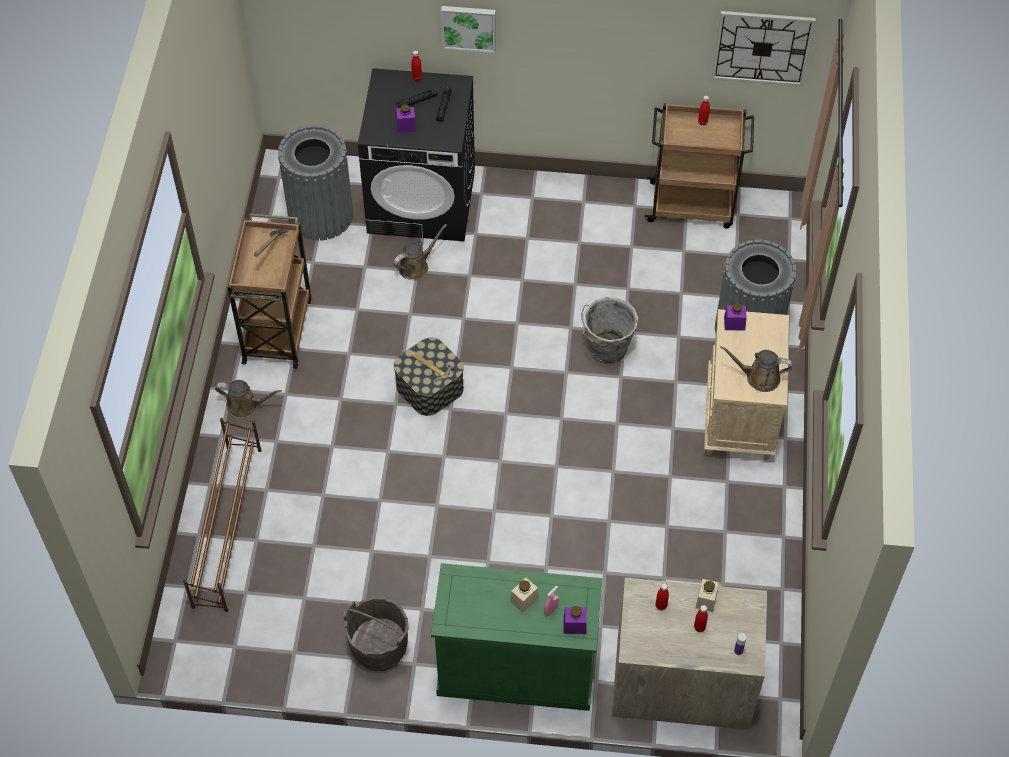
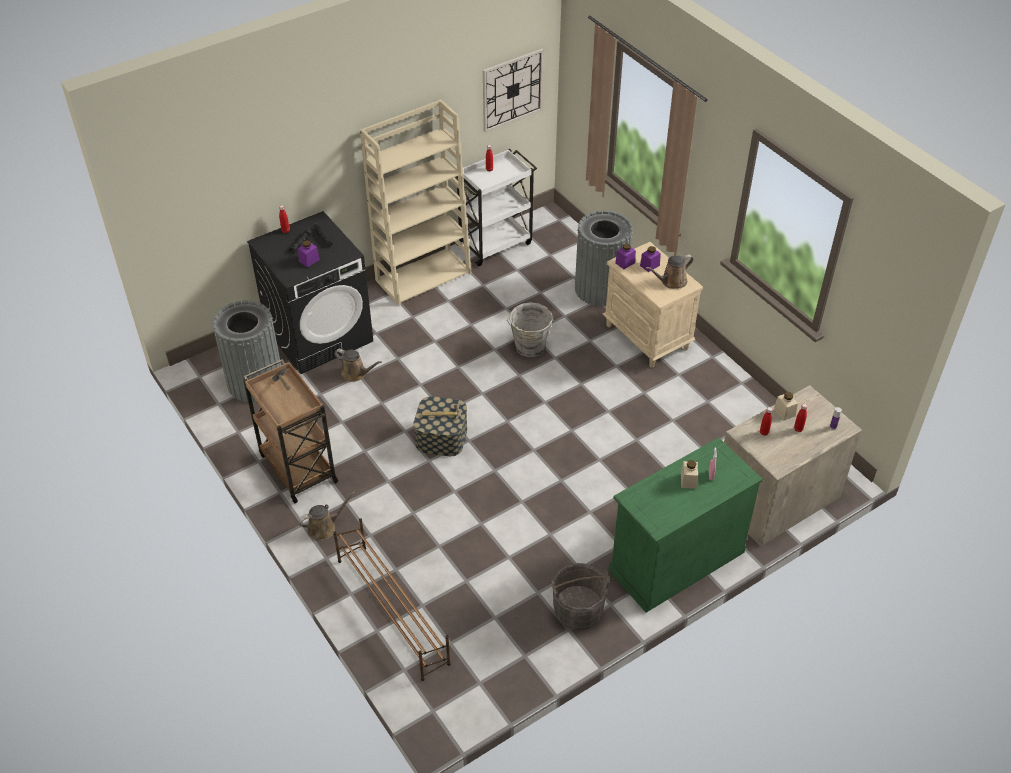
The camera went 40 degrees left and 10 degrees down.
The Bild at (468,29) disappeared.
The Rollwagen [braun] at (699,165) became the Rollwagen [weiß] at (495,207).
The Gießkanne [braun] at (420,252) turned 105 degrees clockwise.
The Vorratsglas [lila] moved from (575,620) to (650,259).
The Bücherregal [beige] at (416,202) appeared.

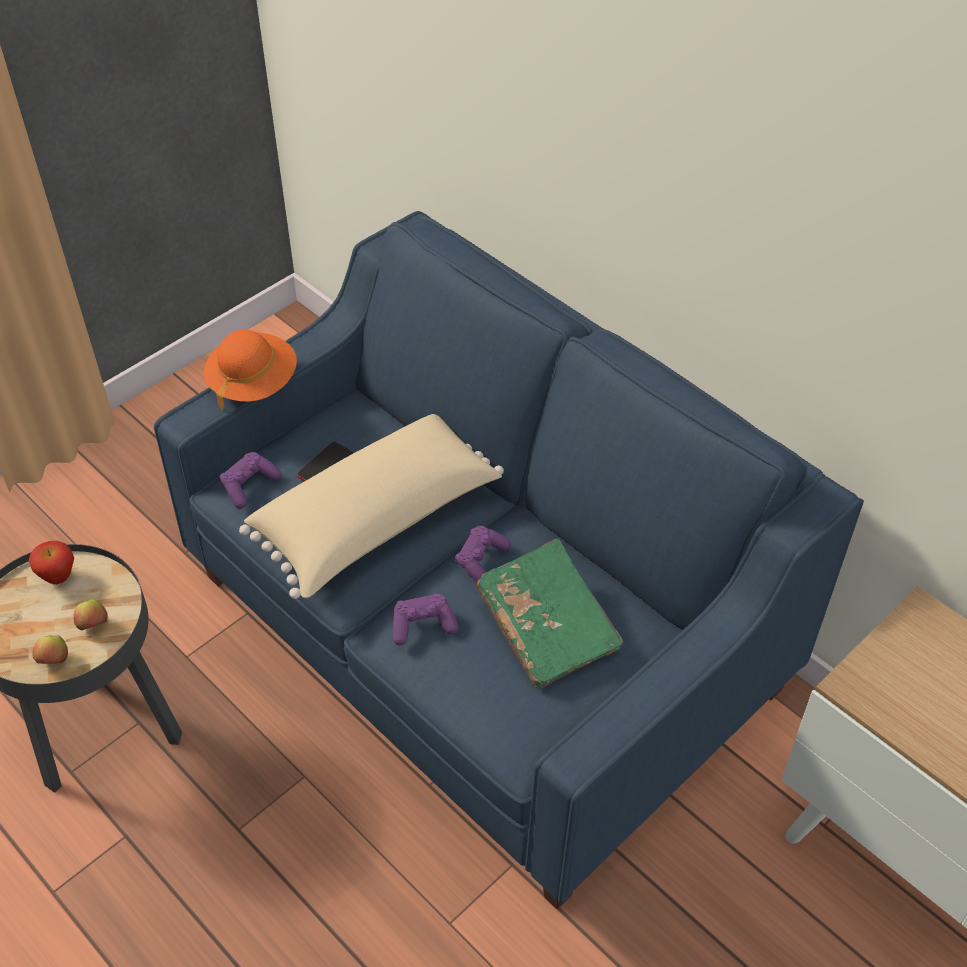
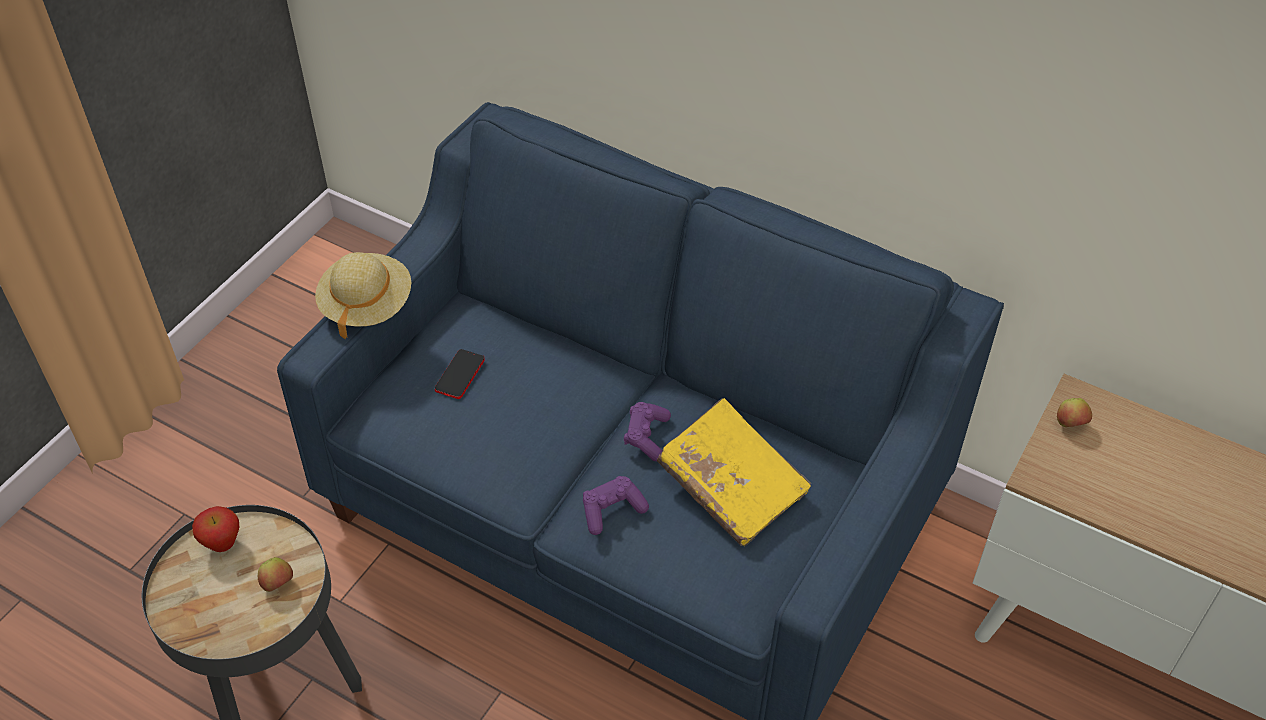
The camera went 15 degrees left and 0 degrees up.
The Hut [orange] at (250,370) became the Hut [beige] at (363,295).
The Kissen [beige] at (371,506) disappeared.
The Gamepad [lila] at (250,480) disappeared.
The Buch [grün] at (549,614) became the Buch [gelb] at (734,472).
The Apfel moved from (50,649) to (1074,412).

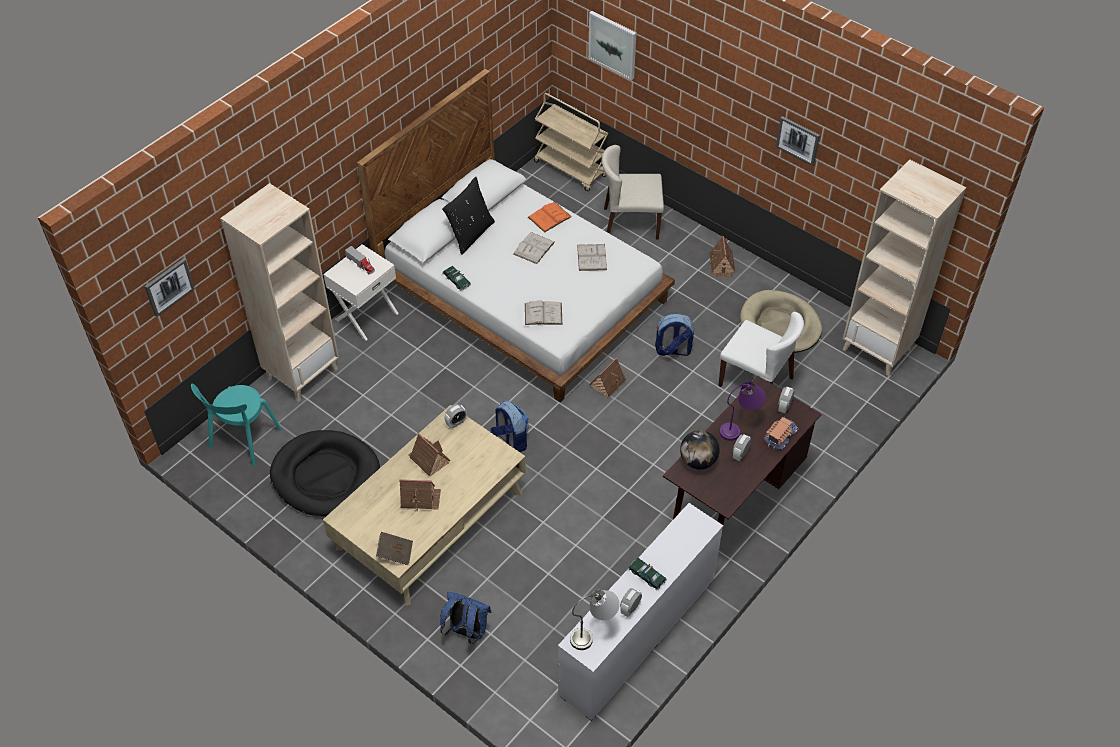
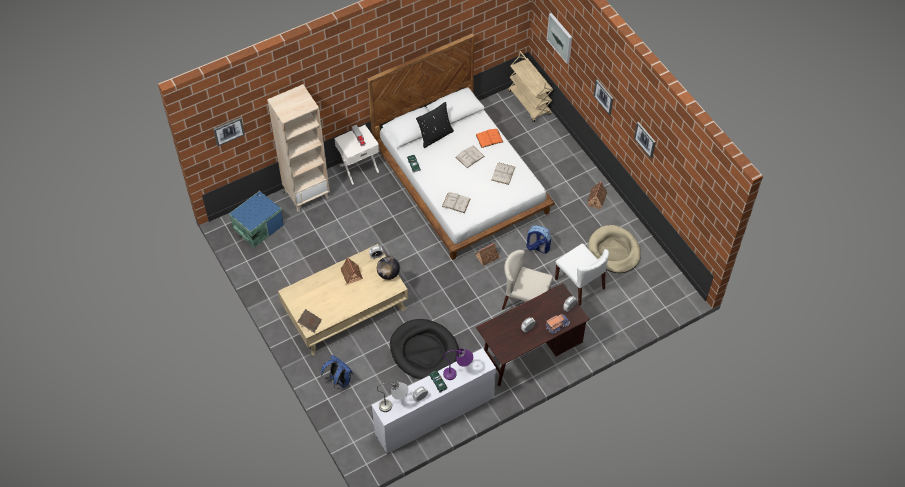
The camera went 20 degrees right and 5 degrees up.
The Stuhl [beige] moved from (633,192) to (527,280).
The Bücherregal [beige] at (904,267) disappeared.
The Tischlampe [lila] moved from (743,411) to (458,364).
The Stuhl [türkis] at (236,424) was replaced by the Aufbewahrungsbox [blau] at (256,219).
The Rucksack at (510,426) disappeared.
The Hundebett [schwarz] moved from (325,473) to (424,349).
The Globus moved from (700,449) to (388,268).
The Spielzeughaus at (420,495) disappeared.
The Bild at (603,97) appeared.

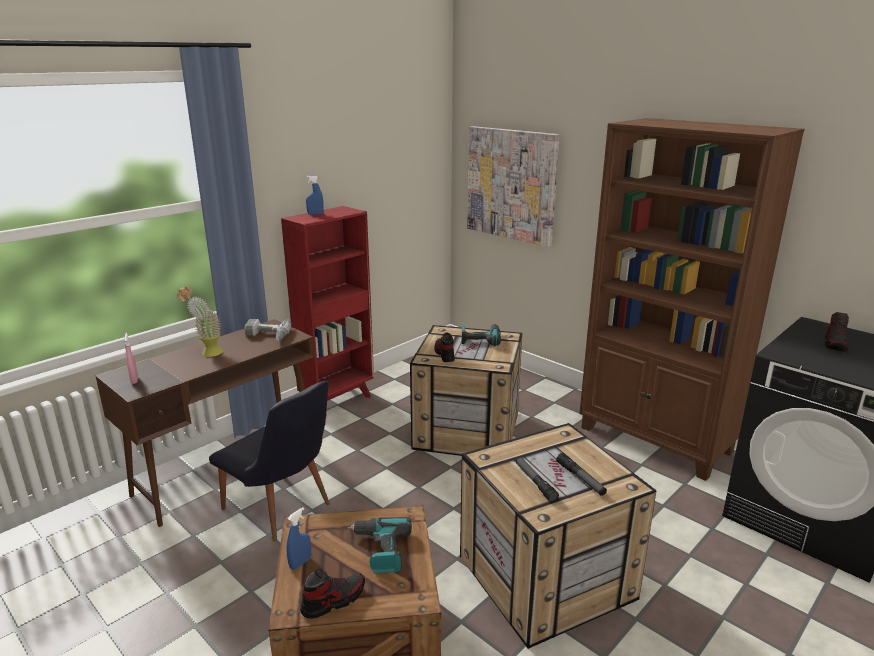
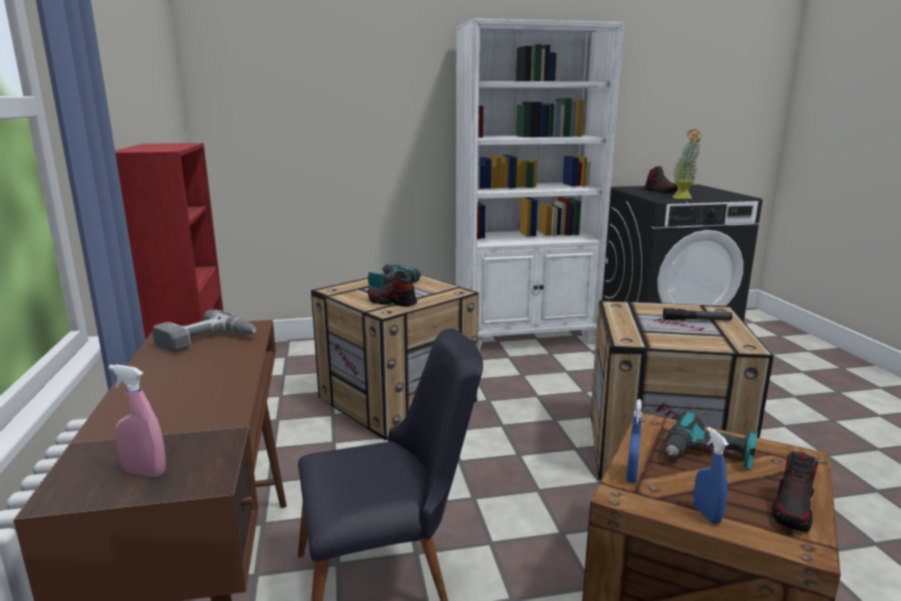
The camera went 55 degrees left and 5 degrees down.
The Bücherregal [braun] at (692,299) became the Bücherregal [weiß] at (540,185).
The Bild at (513,186) disappeared.
The Sprühflasche [blau] moved from (315,195) to (634,441).
The Topfpflanze moved from (200,321) to (687,164).
The Taschenlampe at (537,479) disappeared.
The Schuh at (332,594) turned 150 degrees counterclockwise.

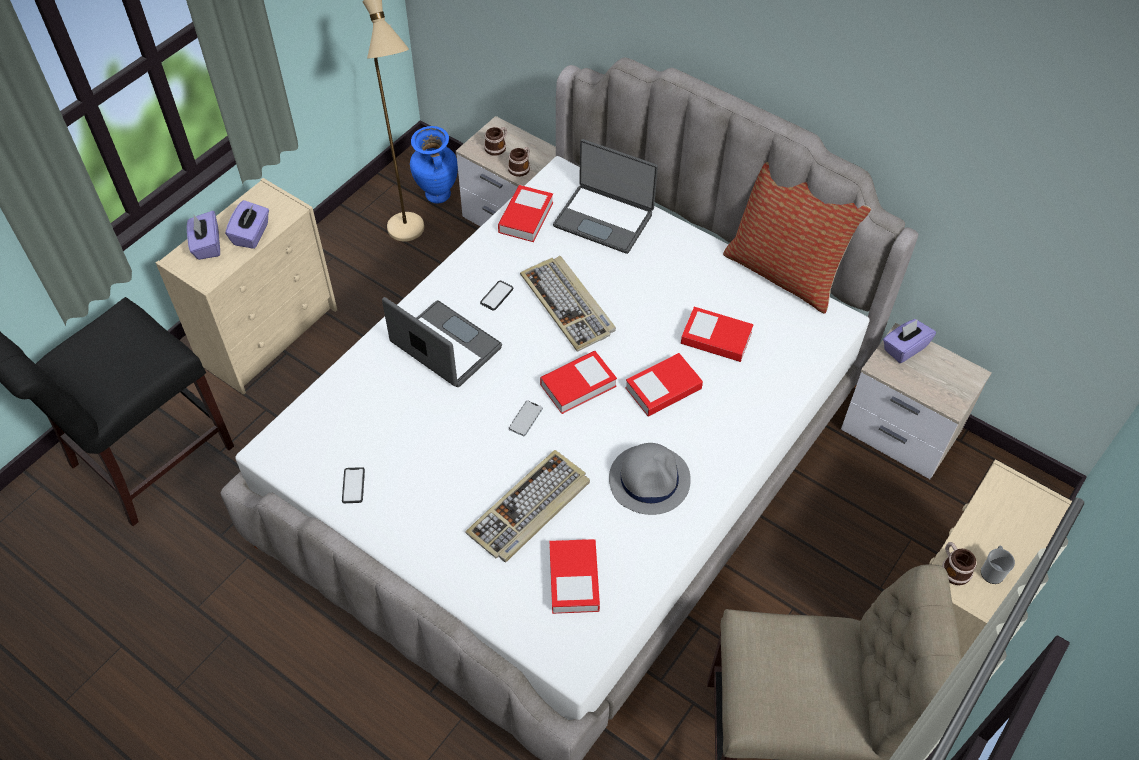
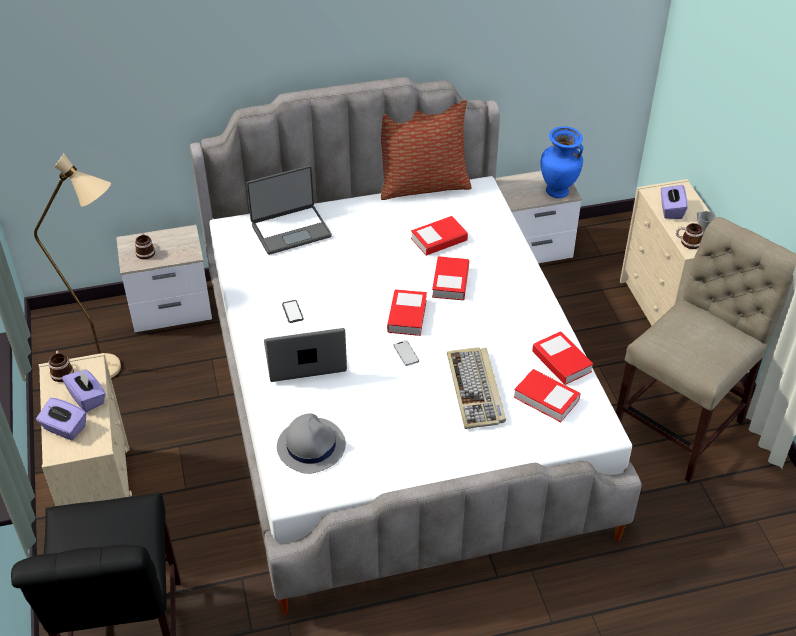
The camera went 50 degrees left and 10 degrees down.
The Vase [blau] moved from (434,165) to (562,162).
The Henkelbecher moved from (519,162) to (61,366).
The Buch moved from (525,213) to (562,358).
The Tastatur at (568,304) disappeared.
The Taschentuchbox [lila] moved from (909,341) to (674,202).
The Hut [grau] moved from (650,479) to (311,443).
The Handy at (353,485) disappeared.

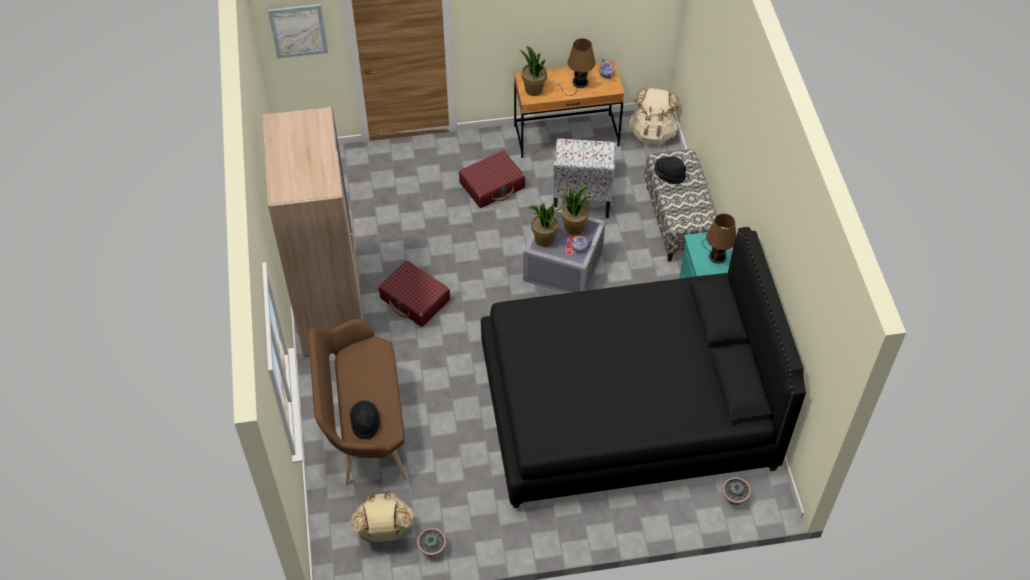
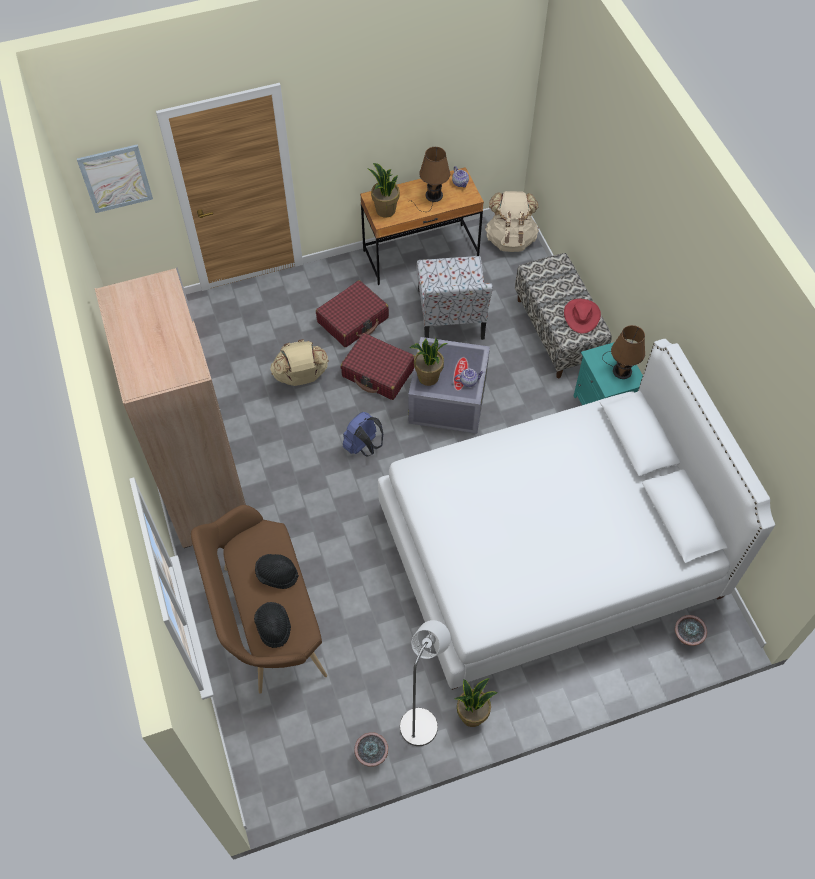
The camera went 10 degrees left and 5 degrees up.
The Hut [schwarz] moved from (670,170) to (277,571).
The Topfpflanze moved from (576,210) to (476,702).
The Bett [schwarz] at (643,367) became the Bett [weiß] at (576,514).
The Koffer [rot] moved from (414,293) to (378,366).
The Rucksack [beige] moved from (382,517) to (299,362).
The Hut [rot] at (582,316) appeared.
The Rucksack [blau] at (363,434) appeared.
The Stehlampe [grau] at (425,683) appeared.

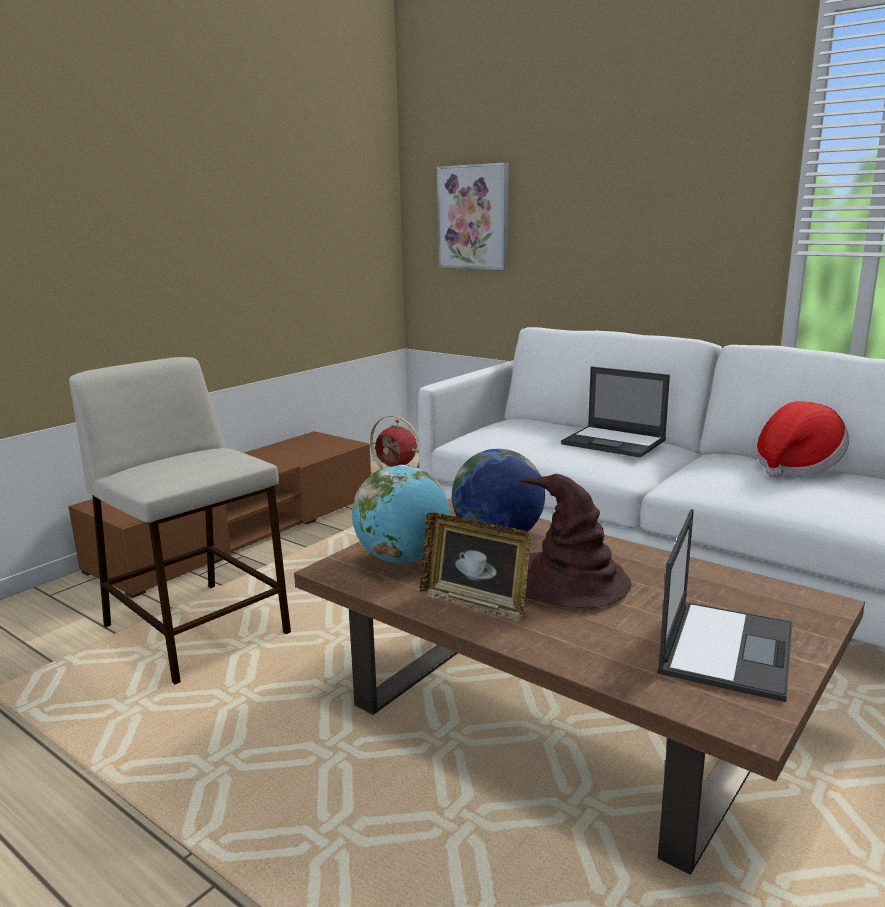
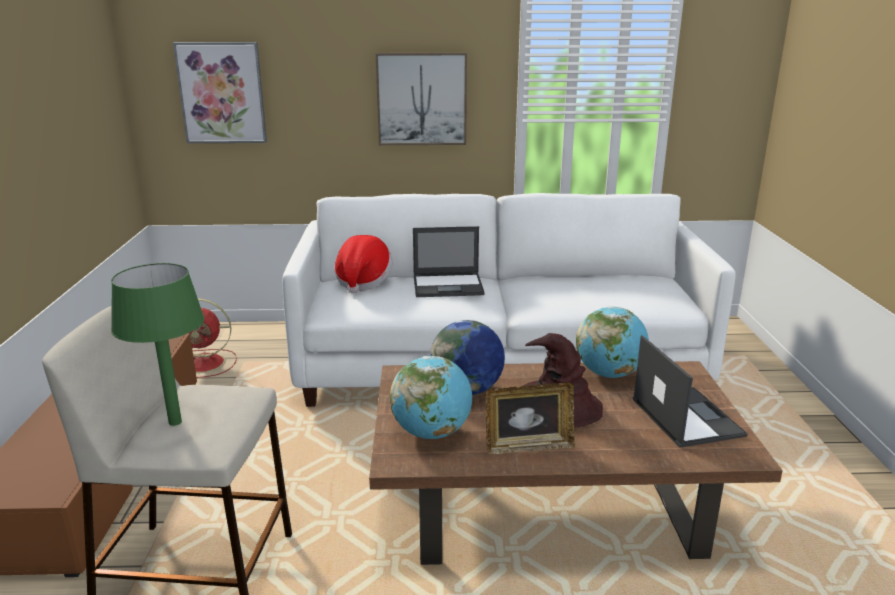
The camera went 40 degrees left and 5 degrees up.
The Hut moved from (802,439) to (363,264).
The Bild at (421,99) appeared.
The Tischlampe [grün] at (157,344) appeared.
The Globus at (612,342) appeared.

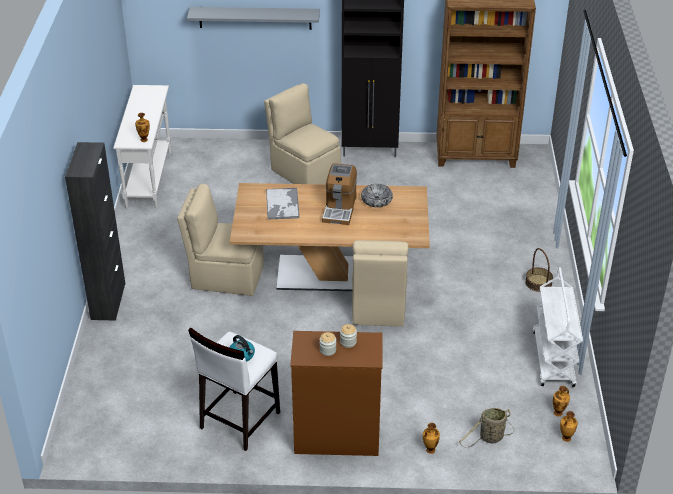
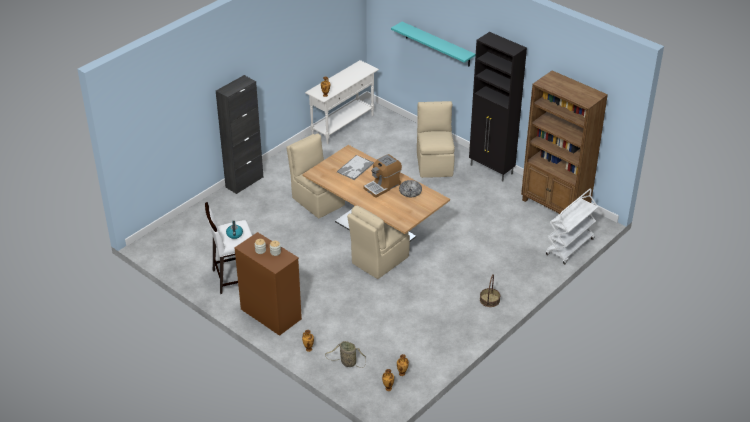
The camera went 40 degrees right and 0 degrees up.
The Wandregal [grau] at (253,18) became the Wandregal [türkis] at (433,44).
The Rollwagen [weiß] moved from (558,327) to (572,226).

